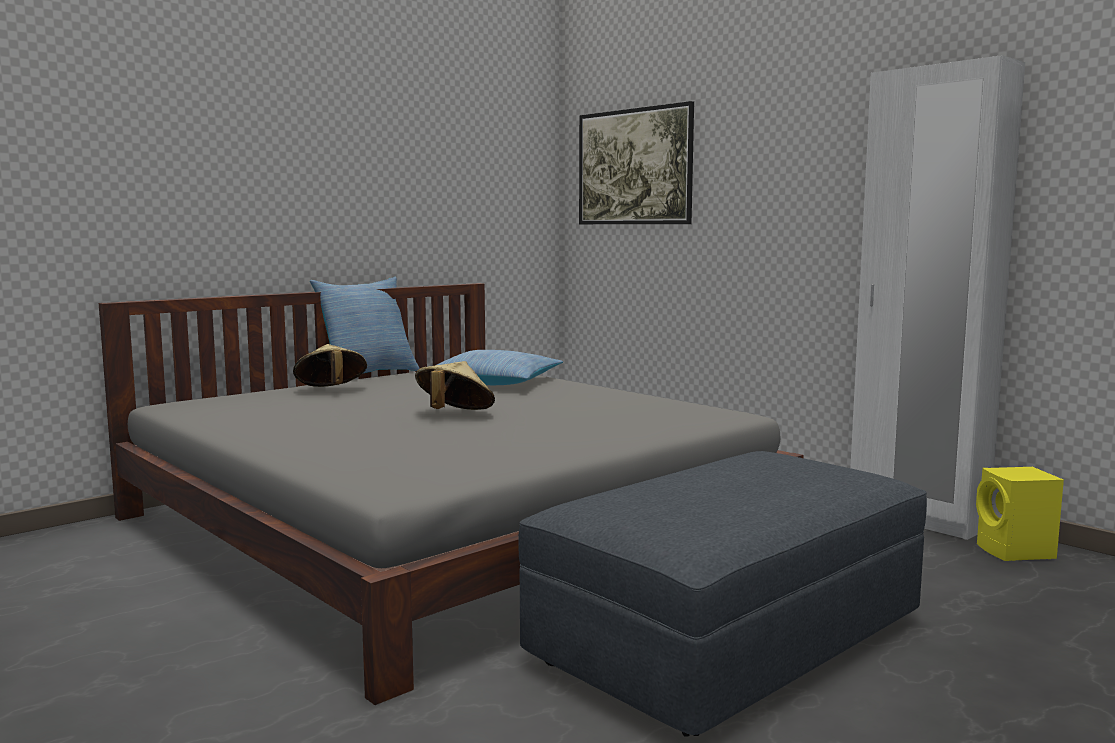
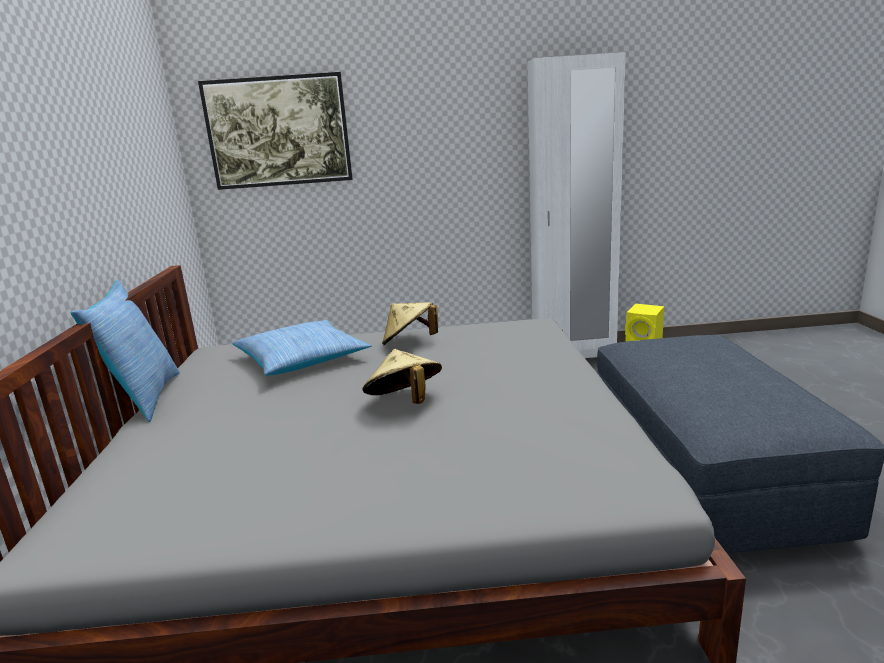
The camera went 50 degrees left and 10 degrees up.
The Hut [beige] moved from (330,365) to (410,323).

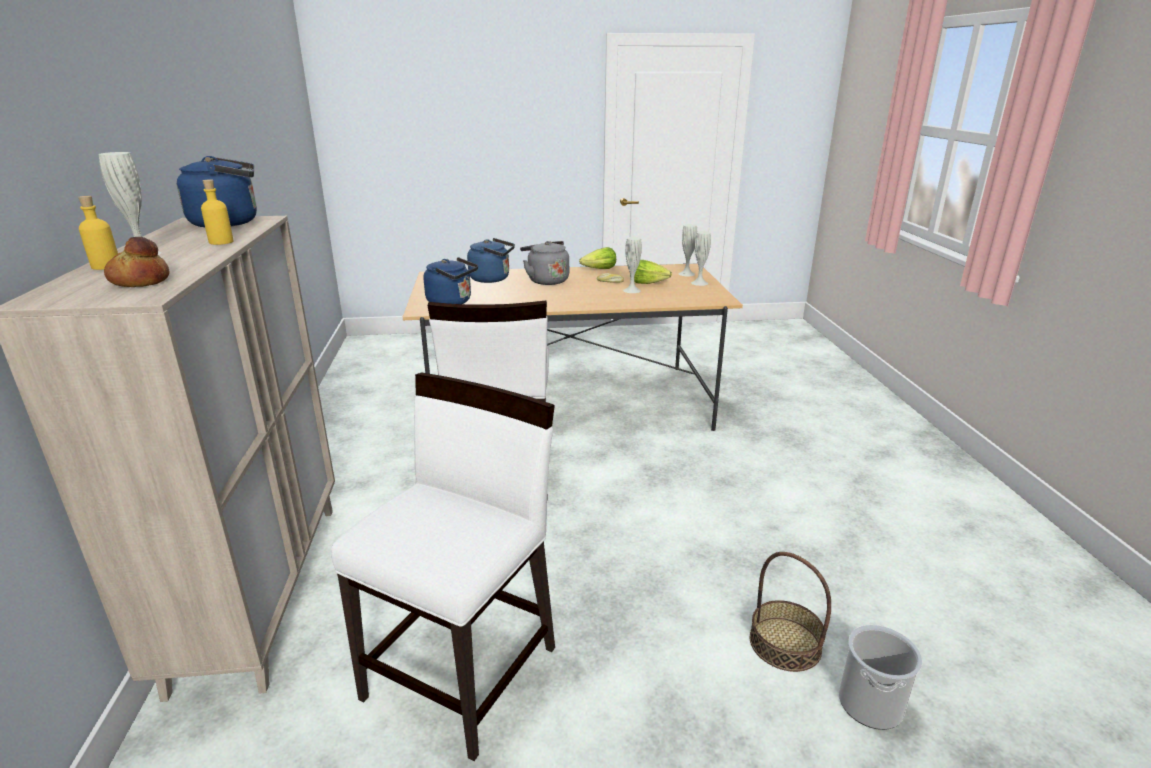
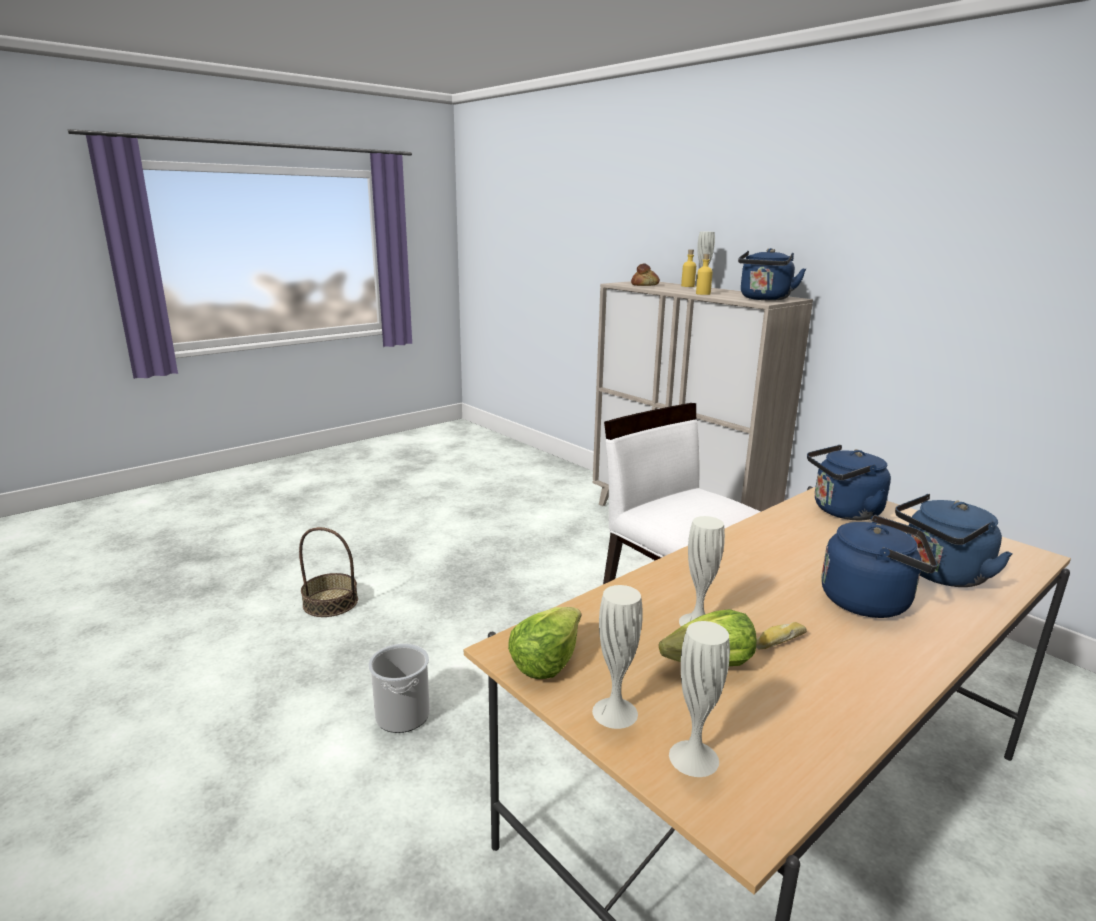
The camera went 145 degrees right and 5 degrees down.
The Wasserkessel [grau] at (544,263) became the Wasserkessel [blau] at (879,566).
The Salatkopf moved from (597,258) to (544,643).
The Stuhl [weiß] at (443,566) disappeared.
The Eimer moved from (880,677) to (399,688).

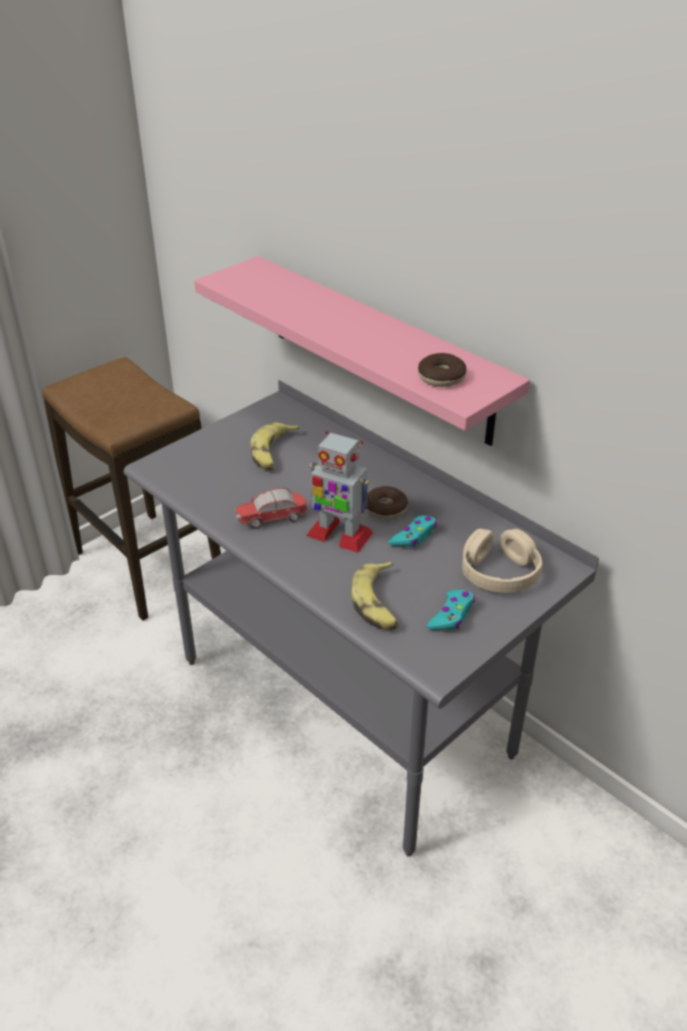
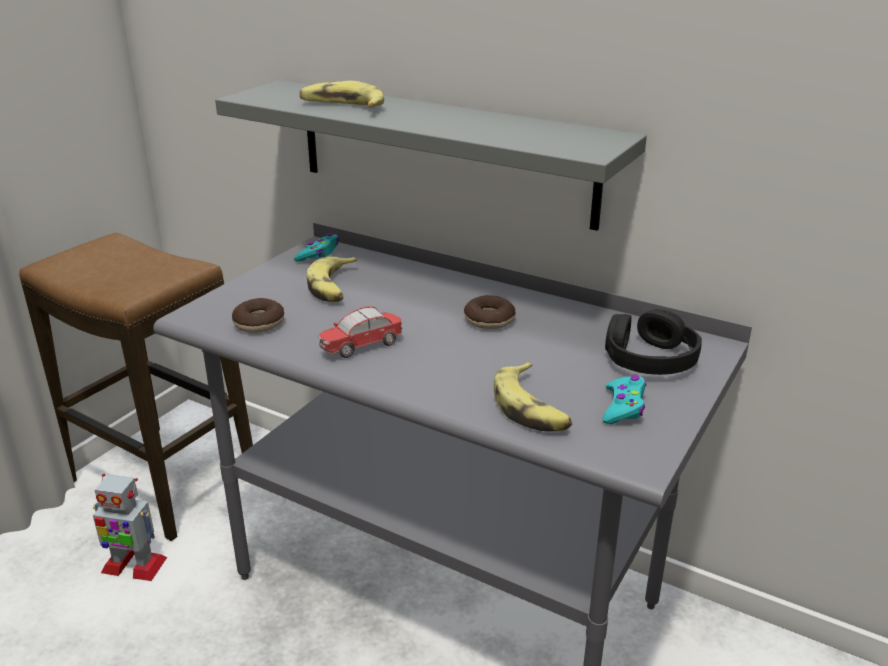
The camera went 15 degrees left and 10 degrees down.
The Wandregal [rosa] at (362,351) became the Wandregal [grau] at (431,155).
The Donut moved from (442,370) to (258,315).
The Spielzeugroboter moved from (339,492) to (130,527).
The Gamepad [türkis] moved from (412,531) to (316,247).
The Kopfhörer [beige] at (502,561) became the Kopfhörer [schwarz] at (653,342).
The Banane at (341,94) appeared.

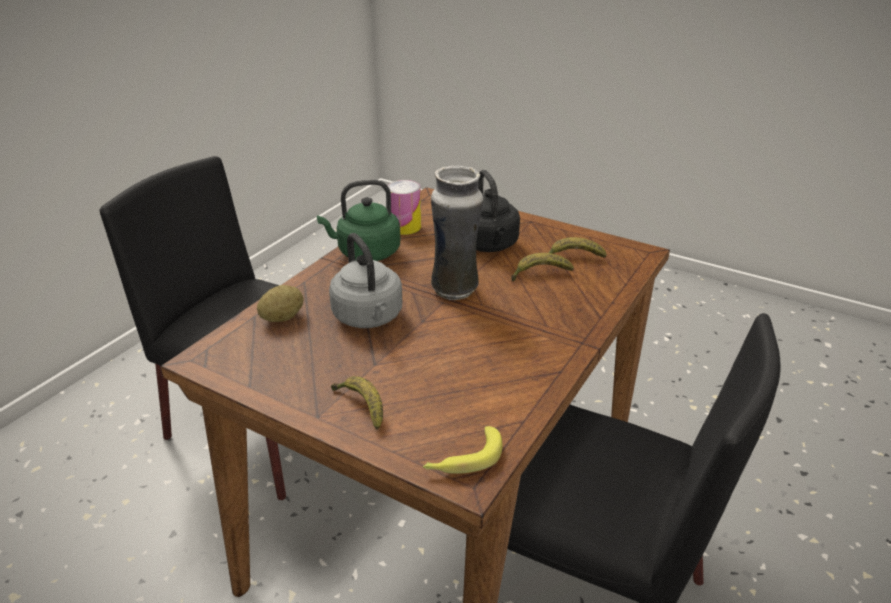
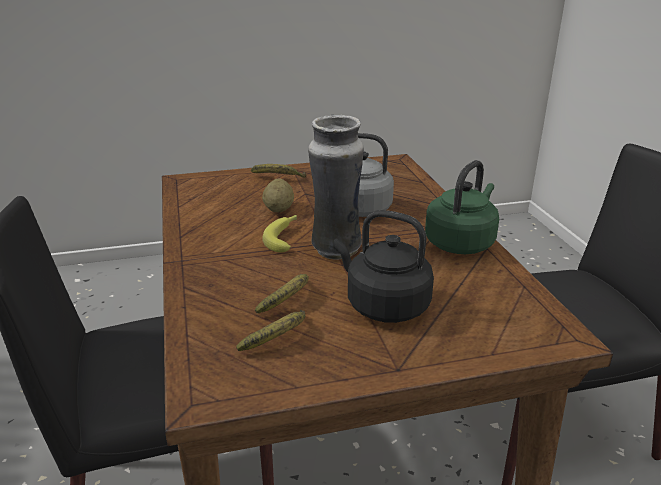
The camera went 135 degrees right and 5 degrees down.
The Dose at (404,207) disappeared.
The Kartoffel moved from (280,303) to (278,195).
The Banane moved from (462,450) to (280,233).

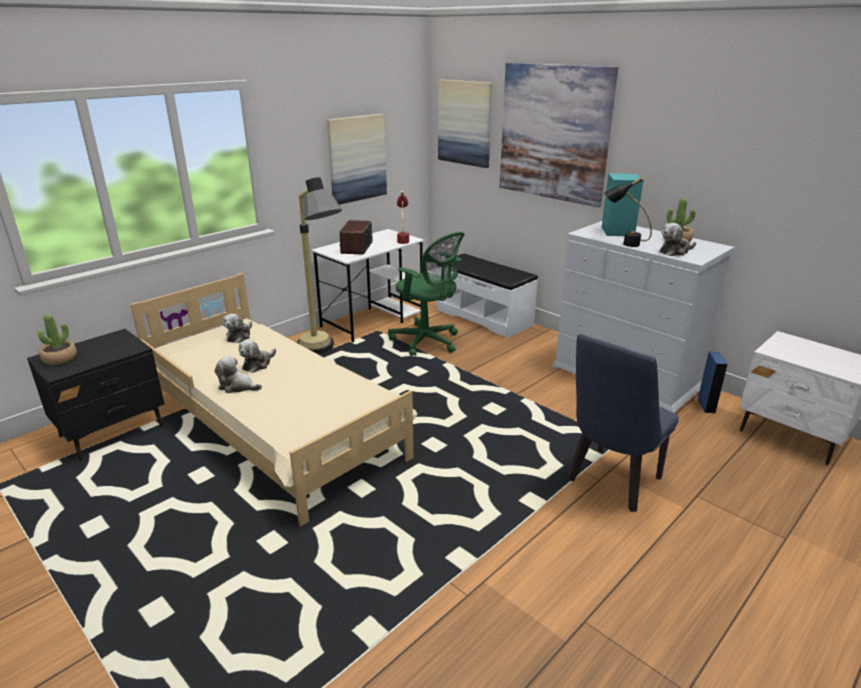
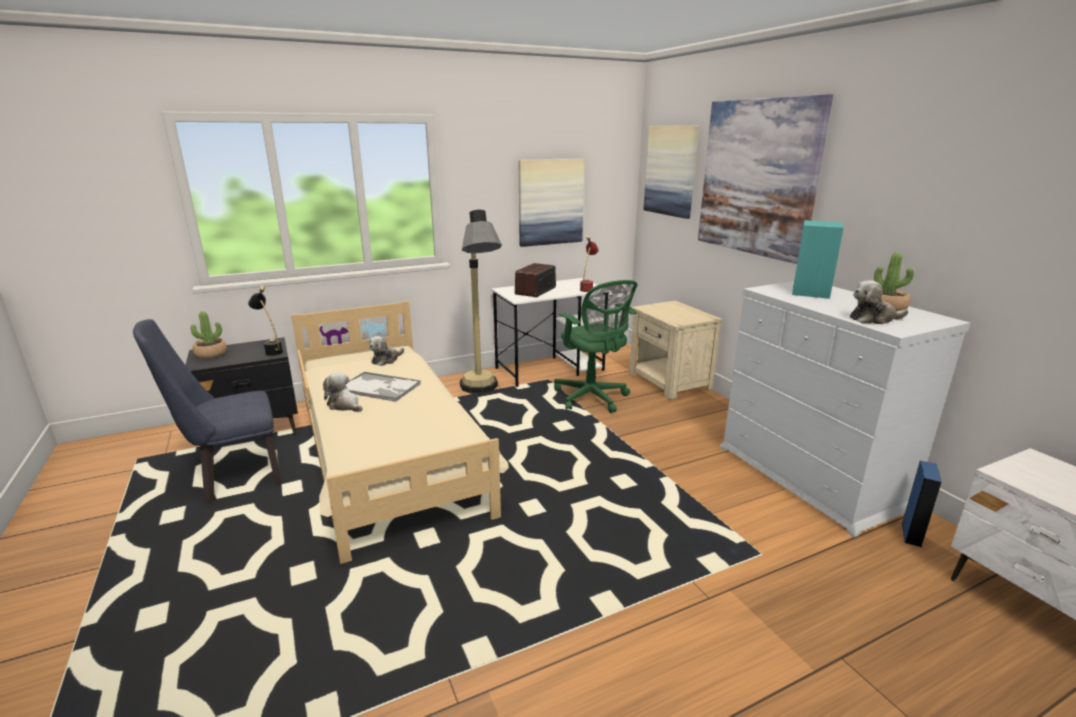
The camera went 20 degrees right and 5 degrees down.
The Tischlampe [schwarz] moved from (628,212) to (265,321).
The Bank [weiß] at (487,295) was replaced by the Nachttisch [beige] at (676,350).
The Stuhl [blau] moved from (623,423) to (207,411).
The Plüschtier at (257,356) was replaced by the Tablett at (383,386).

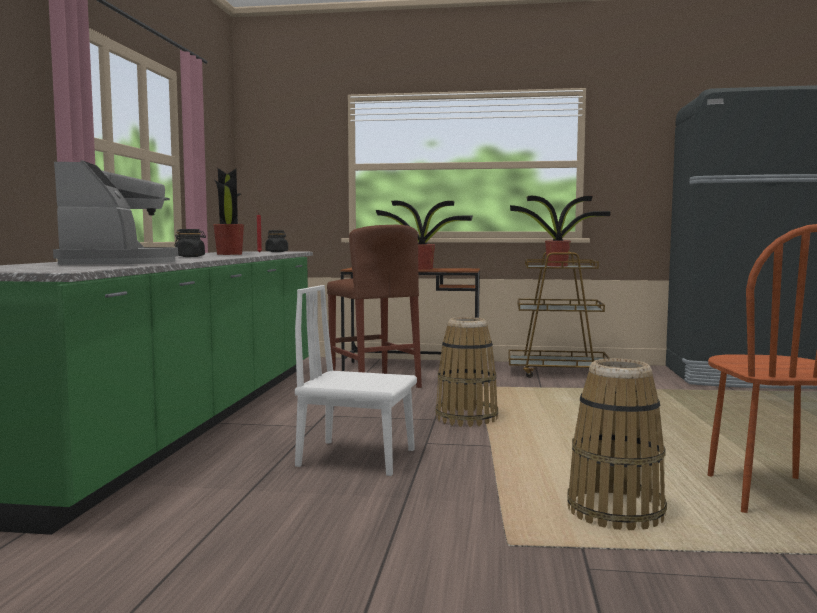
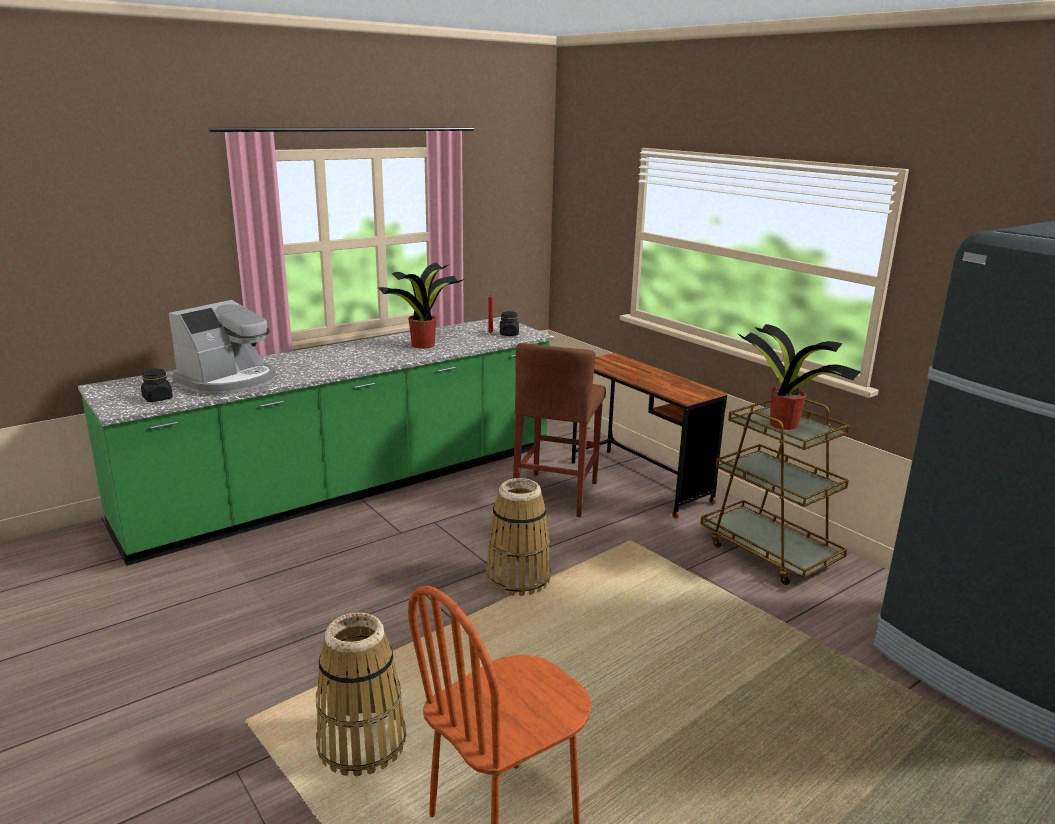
The camera went 45 degrees right and 15 degrees up.
The Topfpflanze at (424,235) disappeared.
The Vorratsglas [schwarz] moved from (190,243) to (157,385).
The Stuhl [weiß] at (356,380) disappeared.

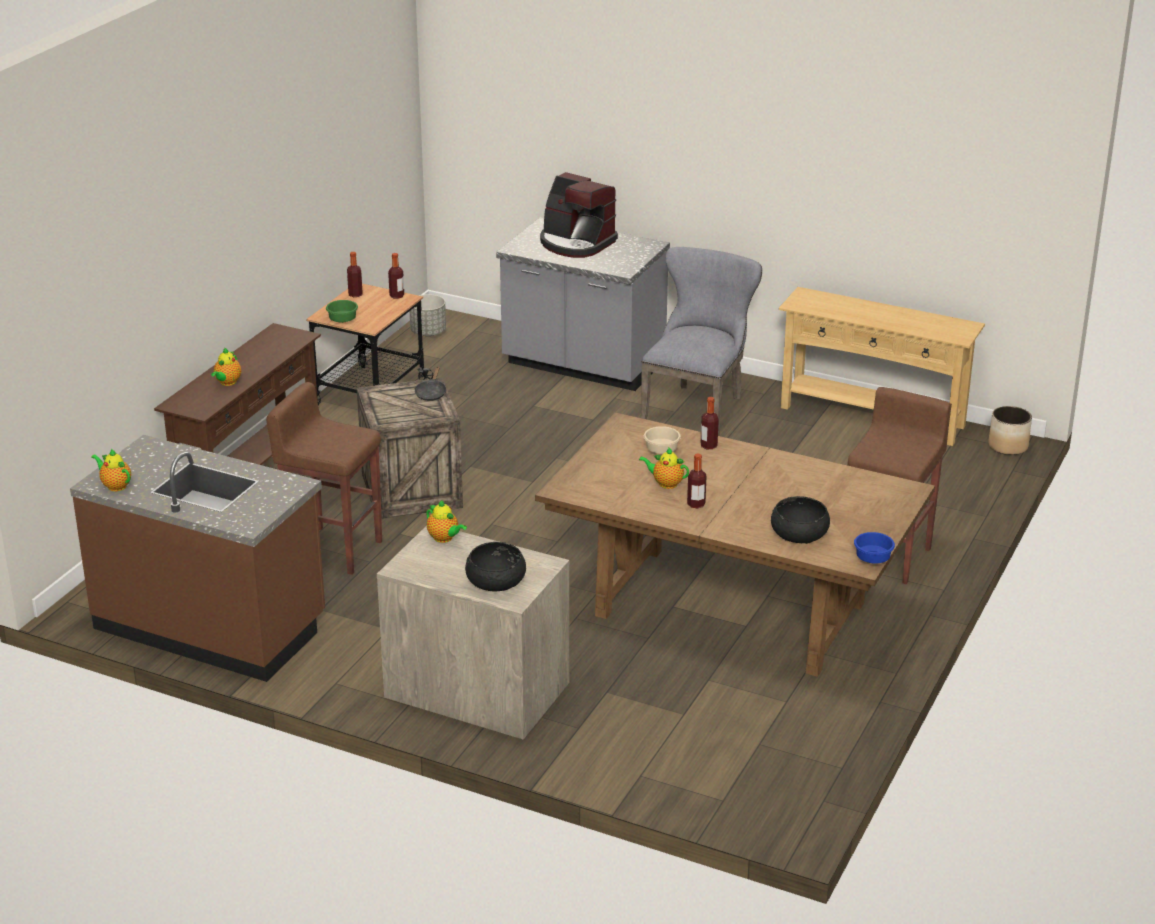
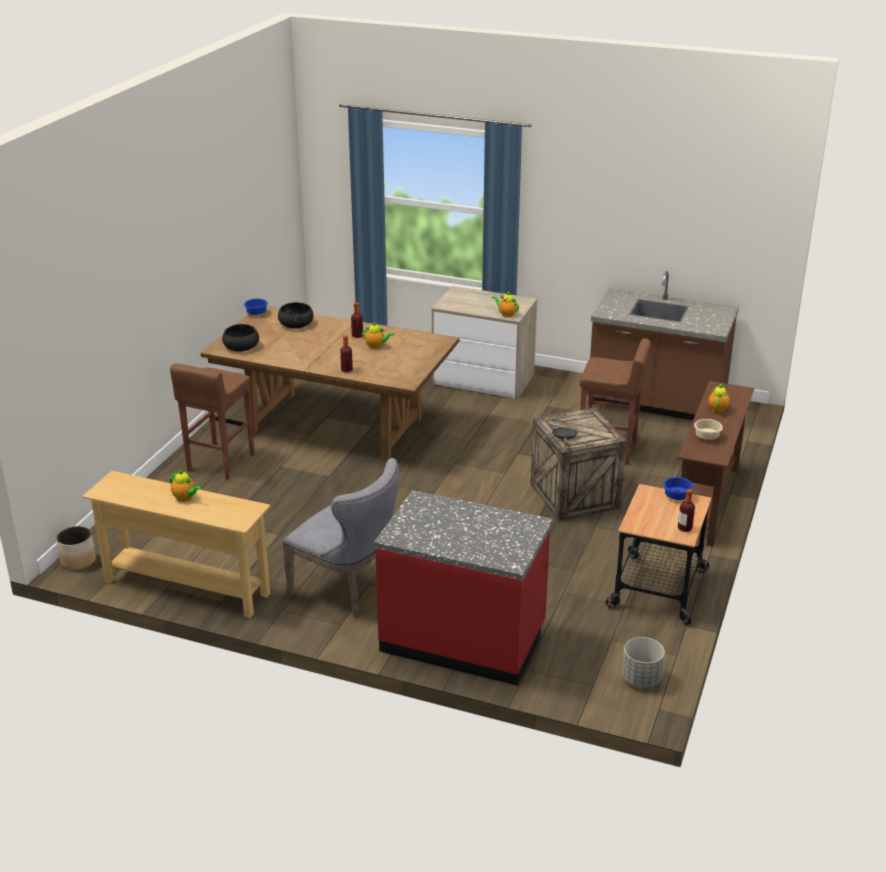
The camera went 175 degrees right and 0 degrees up.
The Kaffeemaschine at (579,215) disappeared.
The Küchenzeile [grau] at (583,304) became the Küchenzeile [rot] at (463,588).
The Stuhl [grau] at (701,341) turned 75 degrees counterclockwise.
The Flasche at (396,276) disappeared.
The Schüssel [grün] at (342,311) became the Schüssel [blau] at (678,488).
The Schüssel [beige] moved from (662,440) to (708,429).
The Teekanne moved from (111,470) to (186,486).
The Schüssel [schwarz] moved from (495,566) to (240,338).

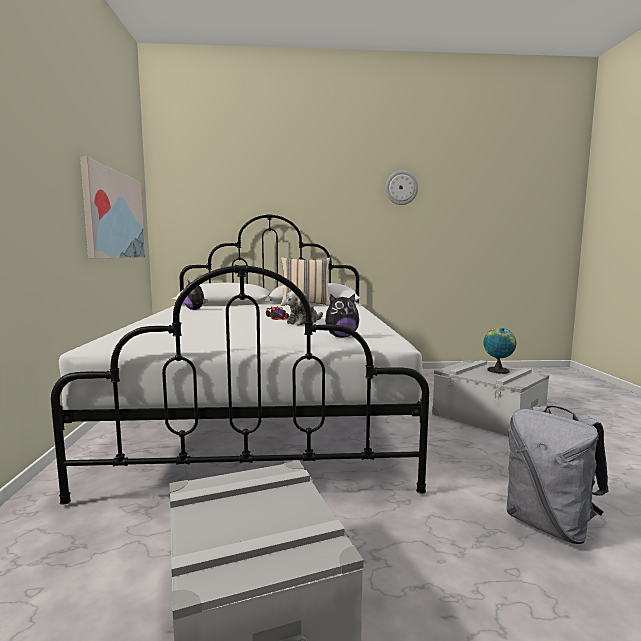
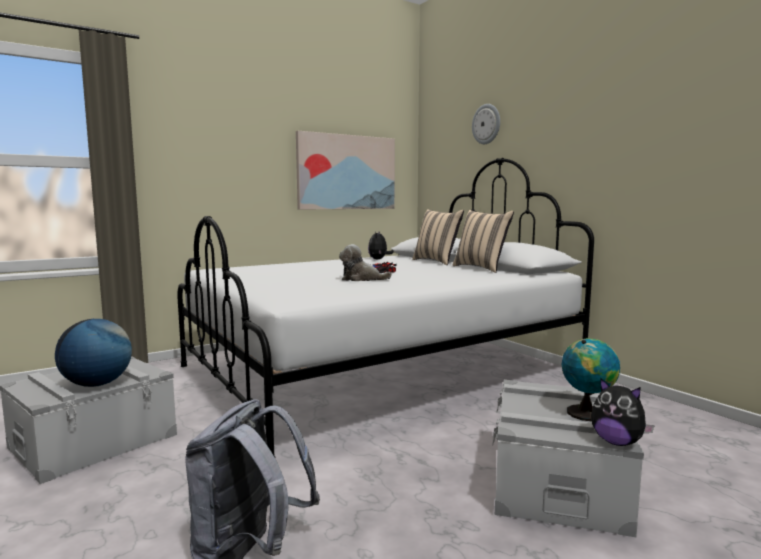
The camera went 60 degrees right and 0 degrees up.
The Wanduhr moved from (401,188) to (486,124).
The Plüschtier moved from (342,316) to (623,412).
The Kissen [beige] at (438,237) appeared.
The Globus at (93,353) appeared.

